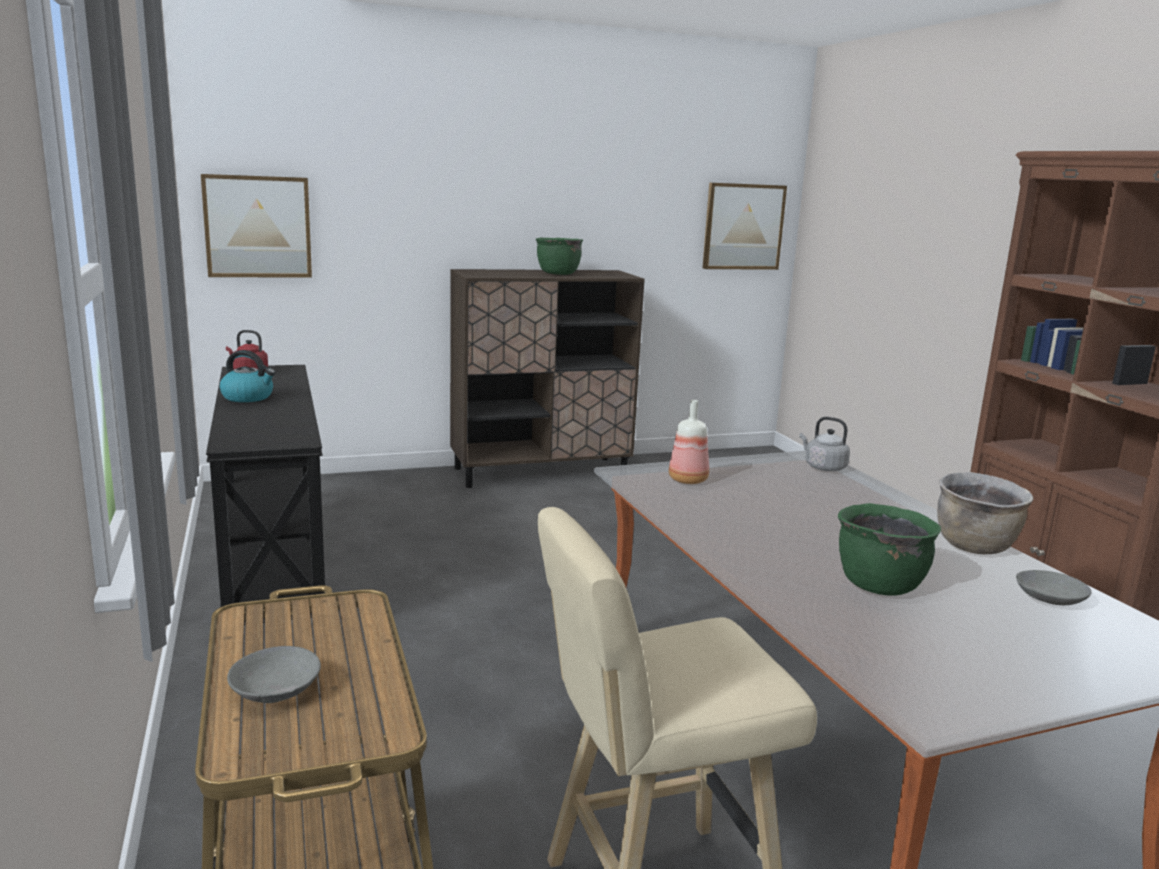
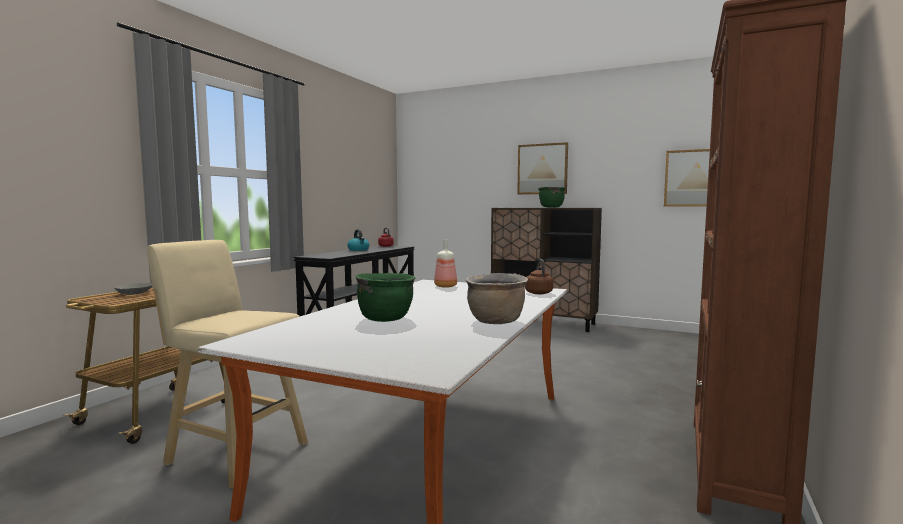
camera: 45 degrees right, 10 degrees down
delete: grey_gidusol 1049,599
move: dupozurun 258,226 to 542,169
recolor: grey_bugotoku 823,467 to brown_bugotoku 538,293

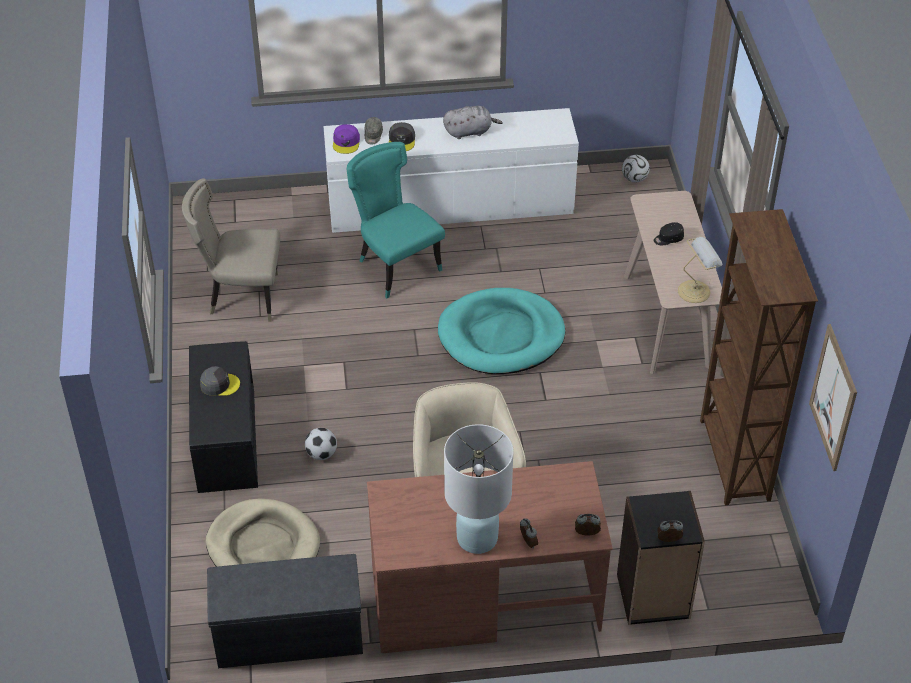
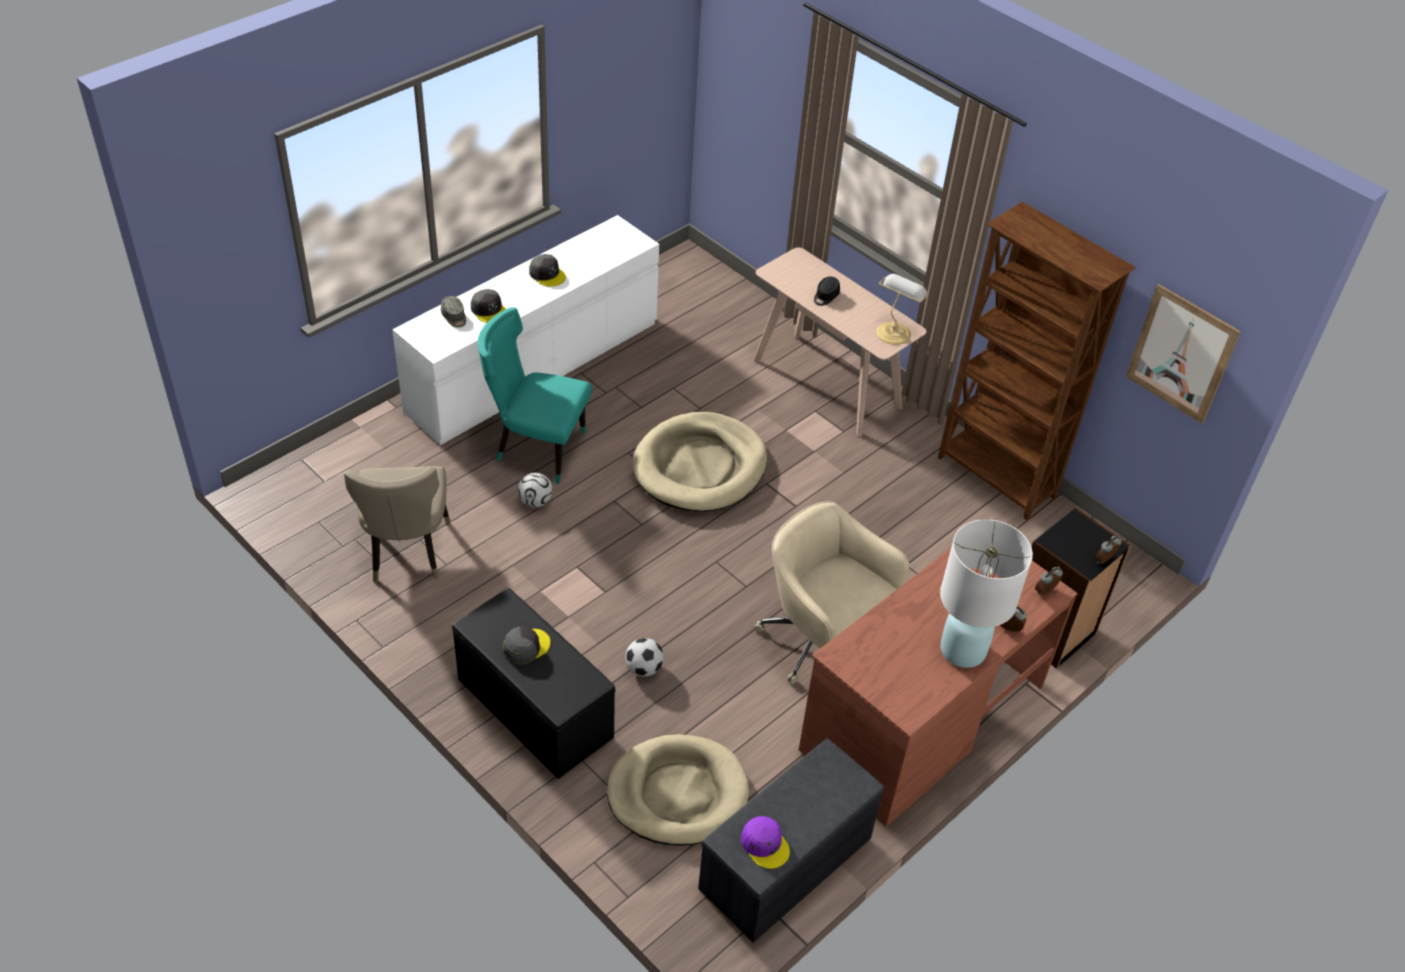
camera: 40 degrees left, 0 degrees up
move: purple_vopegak 346,142 to 765,844; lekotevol 634,179 to 536,501
replace: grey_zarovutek 469,131 to grey_vopegak 547,274
recolor: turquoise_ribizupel 501,335 to beige_ribizupel 700,467
rotate: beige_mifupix 241,296 = 406,554 60 degrees counterclockwise

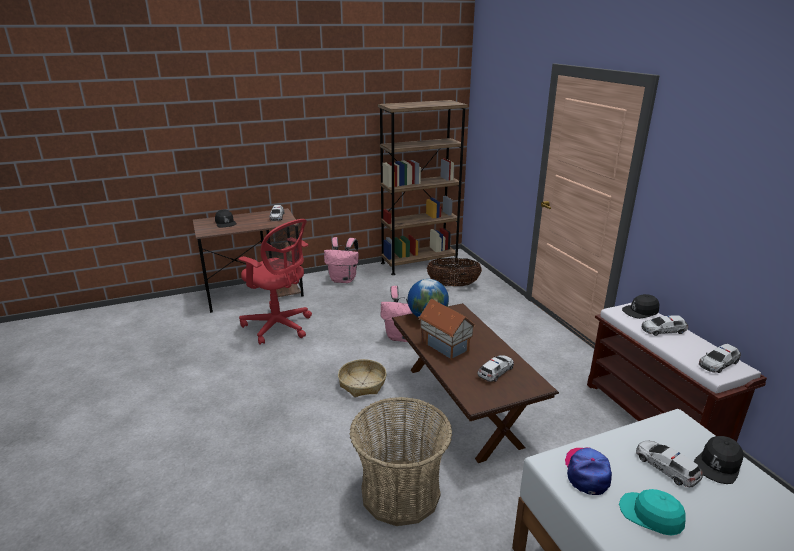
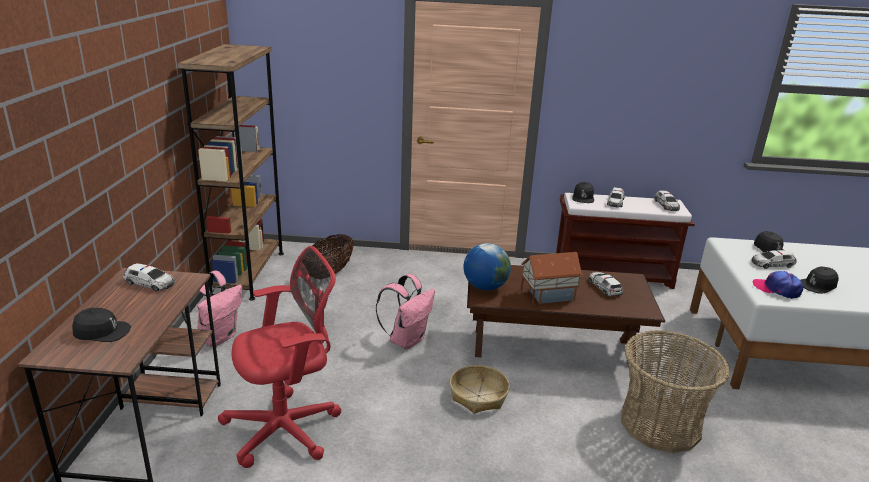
camera: 65 degrees left, 0 degrees up
recolor: turquoise_vopegak 651,515 to black_vopegak 817,285

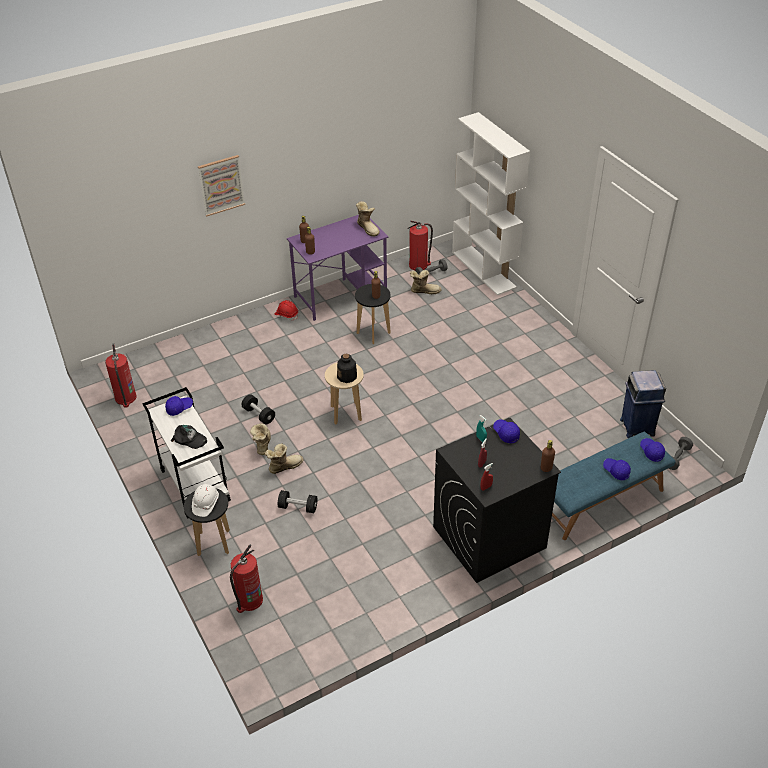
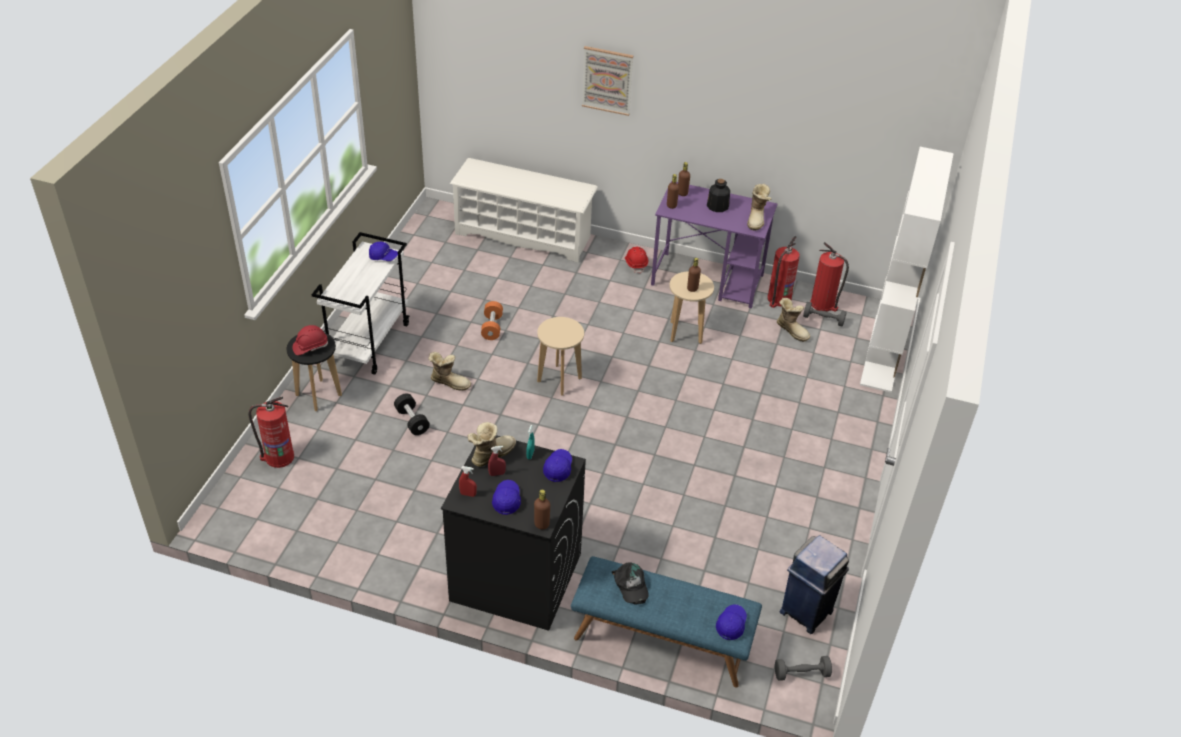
camera: 45 degrees right, 0 degrees up
insert: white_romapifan 524,235
move: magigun 125,398 to 778,299; black_vopegak 189,439 to 630,585; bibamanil 262,445 to 490,454; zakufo 347,376 to 717,206; blue_vopegak 616,471 to 506,500
recolor: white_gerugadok 205,504 to red_gerugadok 310,346; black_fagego 259,415 to orange_fagego 492,327; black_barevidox 373,333 to beige_barevidox 685,333

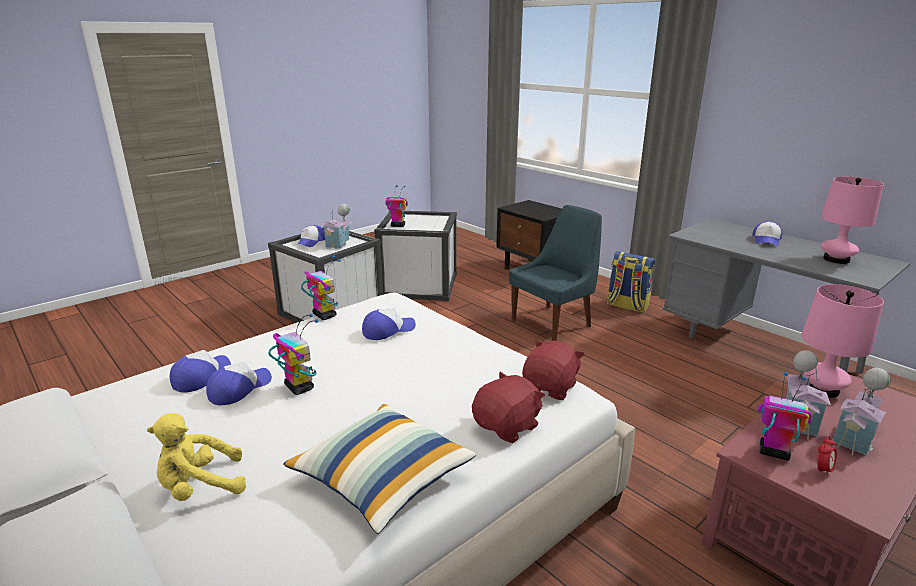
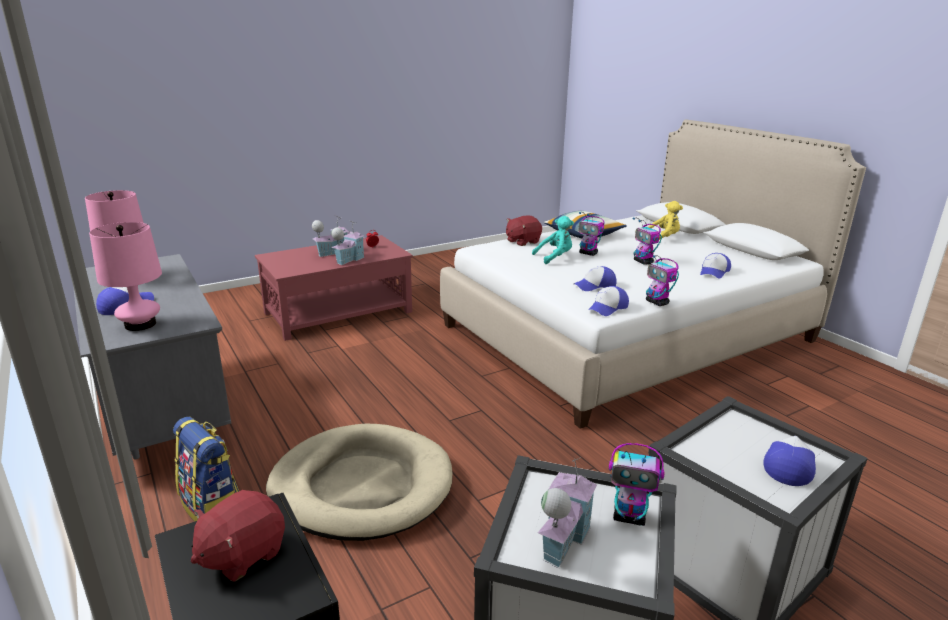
camera: 170 degrees left, 0 degrees up
insert: turquoise_zarovutek 555,257
move: vopegak 239,389 to 608,308; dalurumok 339,243 to 562,539; red_zarovutek 550,387 to 242,554; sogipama 773,452 to 588,253; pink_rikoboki 822,389 to 140,324
replace: blue_mifupix 553,322 to beige_ribizupel 362,486

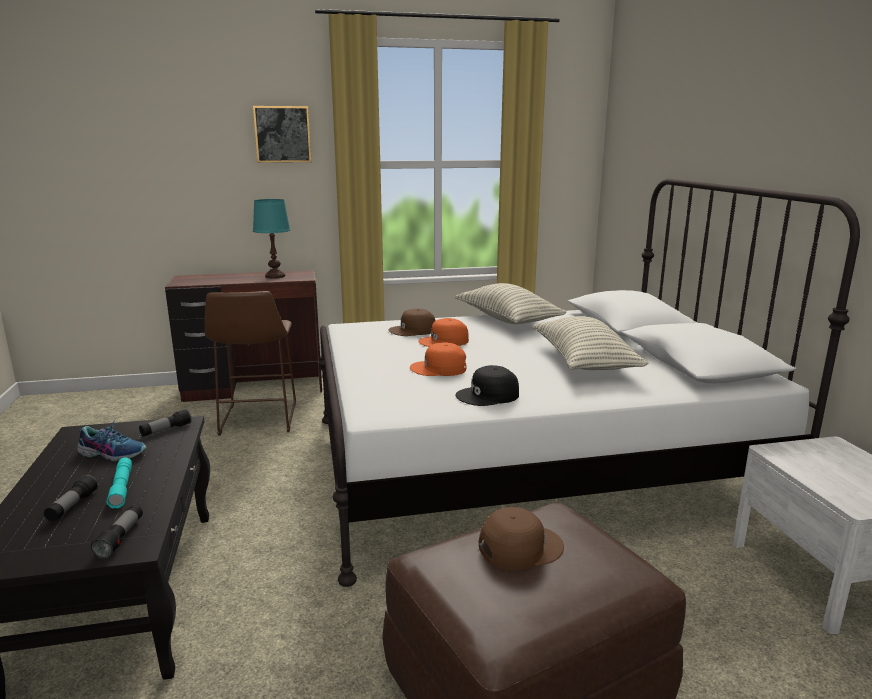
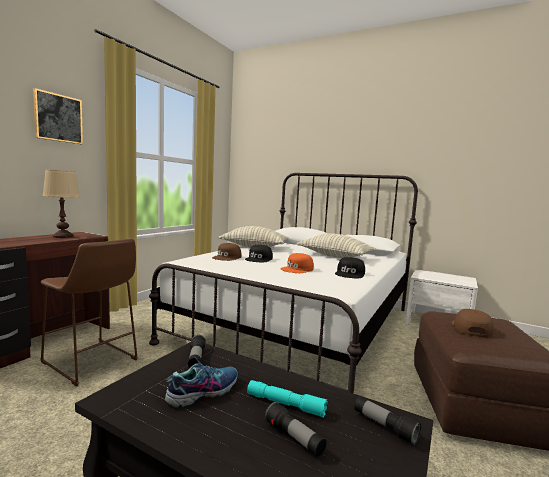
camera: 50 degrees left, 10 degrees down
recolor: turquoise_rikoboki 275,276 to beige_rikoboki 63,236; orange_vopegak 444,341 to black_vopegak 259,259

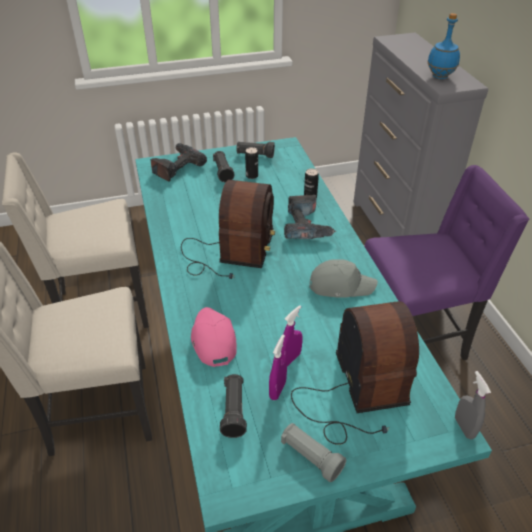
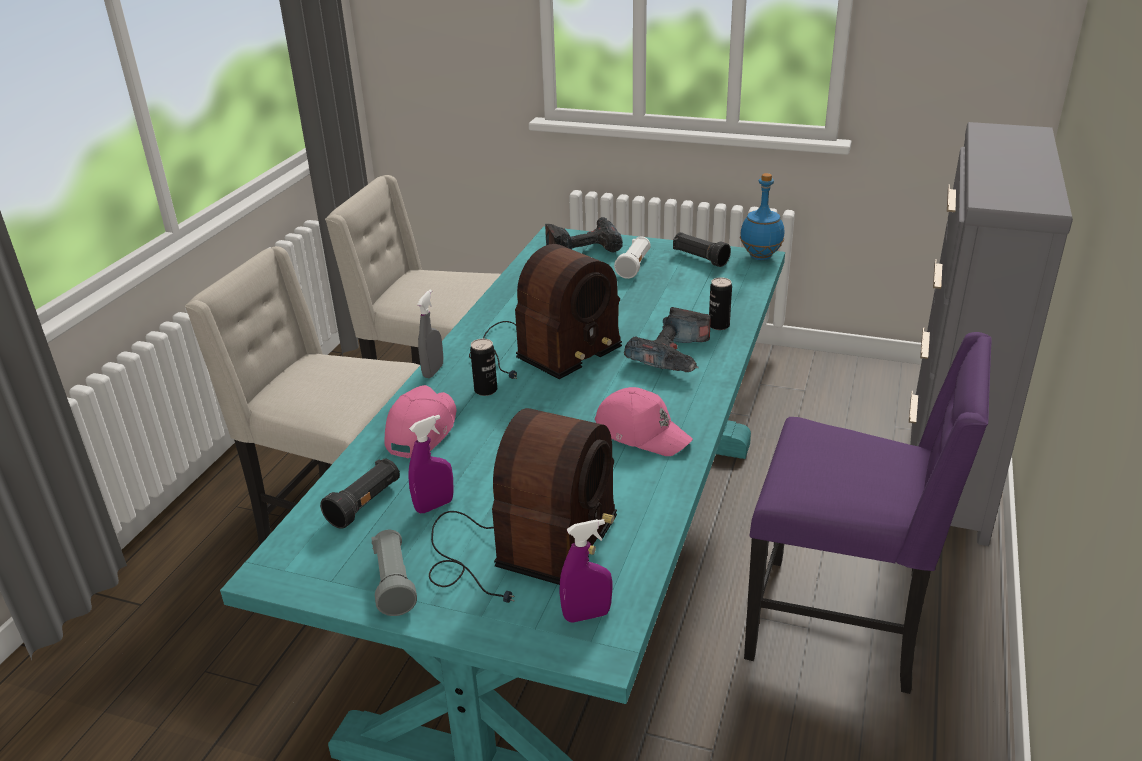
camera: 35 degrees right, 10 degrees down
move: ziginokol 252,176 to 485,390; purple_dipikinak 290,359 to 587,615; blue_zakufo 440,76 to 761,257; grey_dipikinak 464,427 to 433,371
recolor: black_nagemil 223,172 to white_nagemil 634,266; grey_vopegak 340,285 to pink_vopegak 642,432

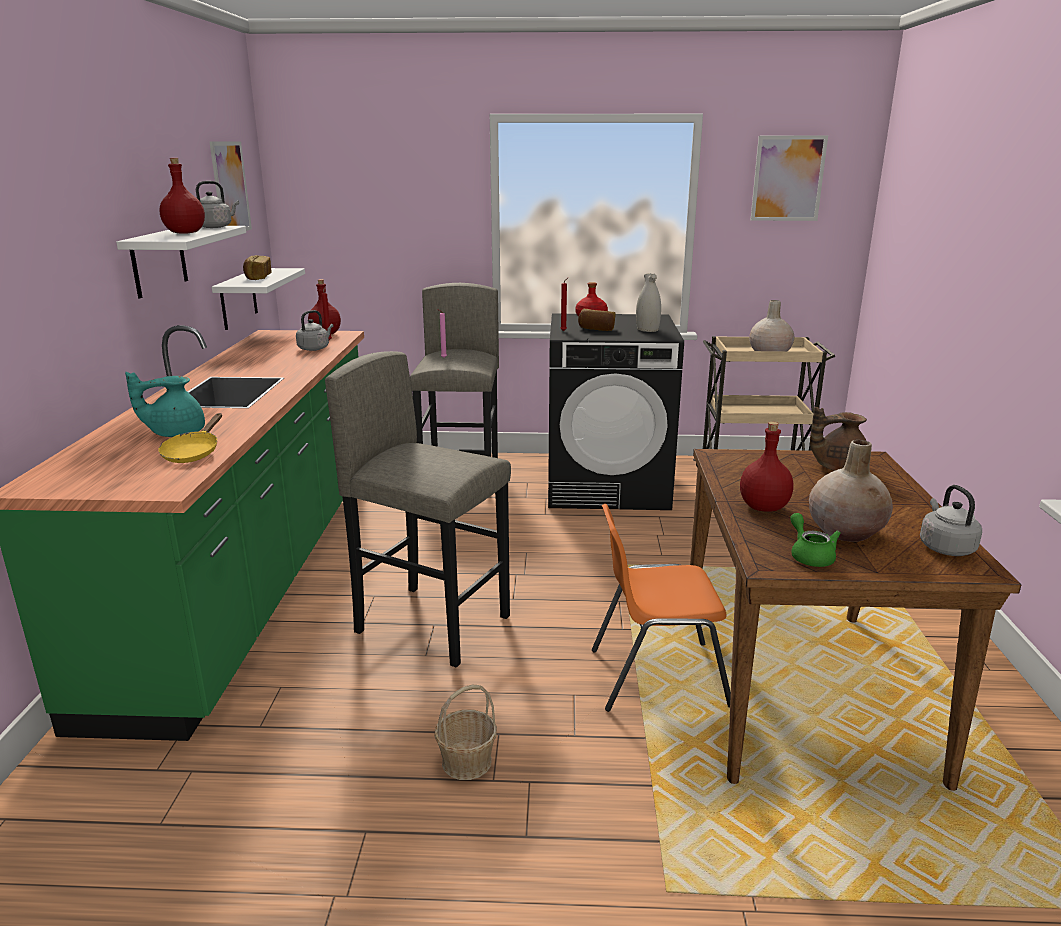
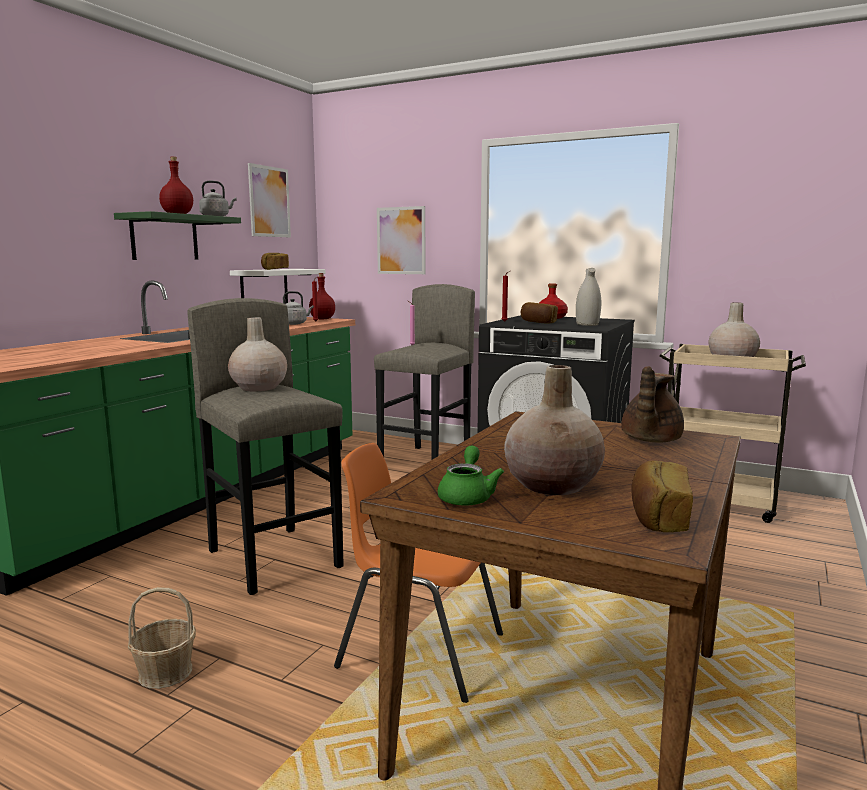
camera: 25 degrees right, 10 degrees down
delete: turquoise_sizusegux 175,433; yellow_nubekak 193,452; red_zakufo 762,507
insert: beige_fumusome 258,388
move: dupozurun 788,178 to 401,240
replace: grey_bugotoku 945,547 to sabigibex 658,517
recolor: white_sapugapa 159,261 to green_sapugapa 164,238
rotate: brown_sizusegux 837,467 = 649,440 75 degrees counterclockwise

